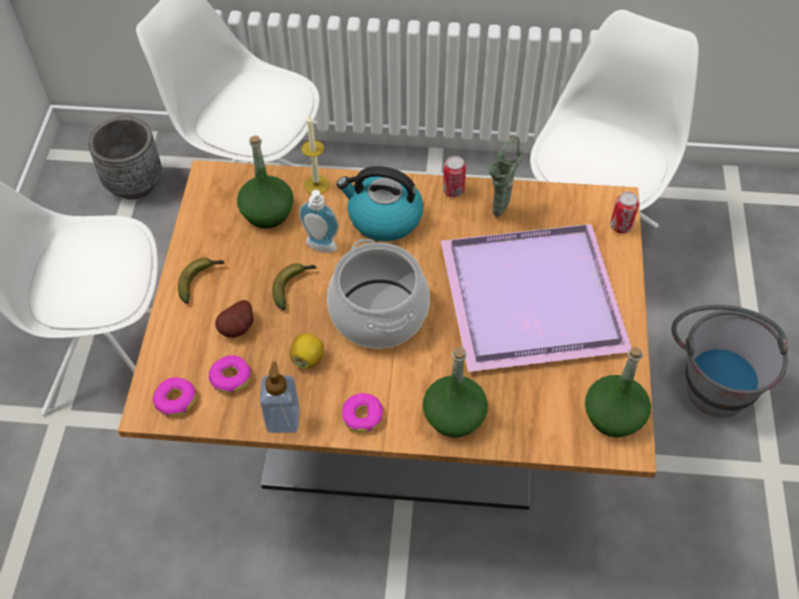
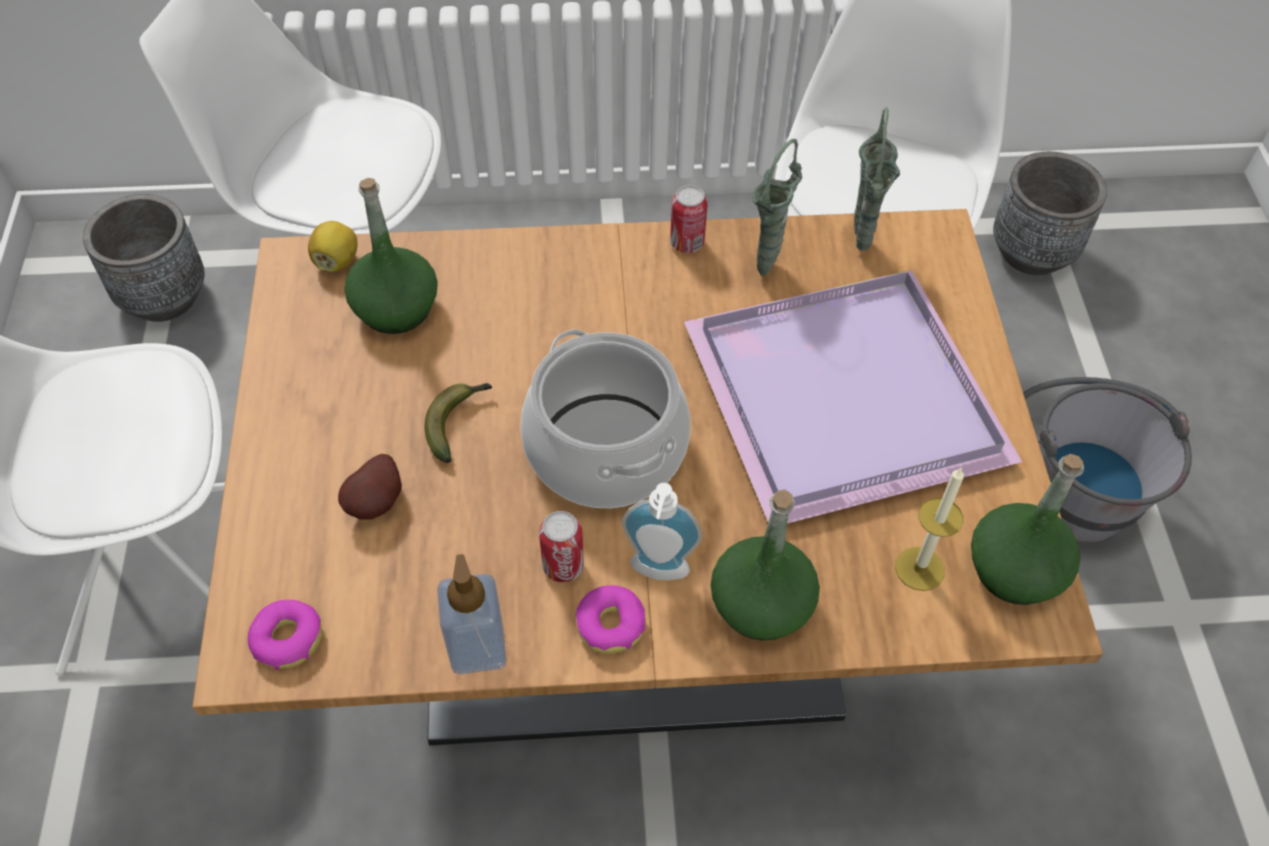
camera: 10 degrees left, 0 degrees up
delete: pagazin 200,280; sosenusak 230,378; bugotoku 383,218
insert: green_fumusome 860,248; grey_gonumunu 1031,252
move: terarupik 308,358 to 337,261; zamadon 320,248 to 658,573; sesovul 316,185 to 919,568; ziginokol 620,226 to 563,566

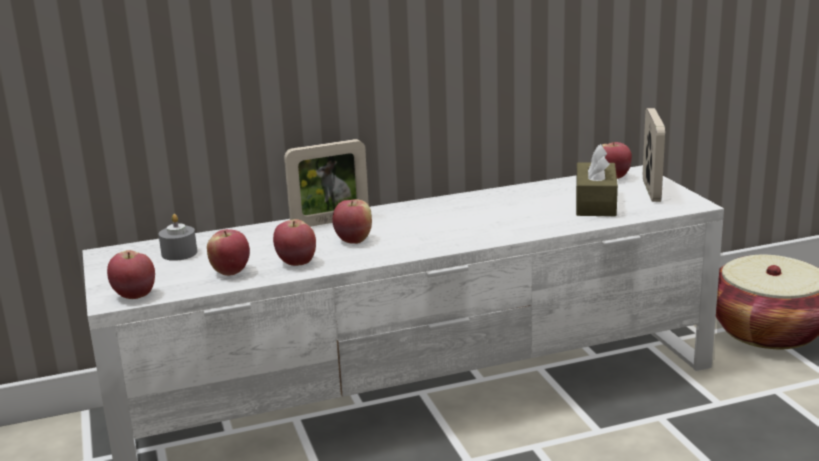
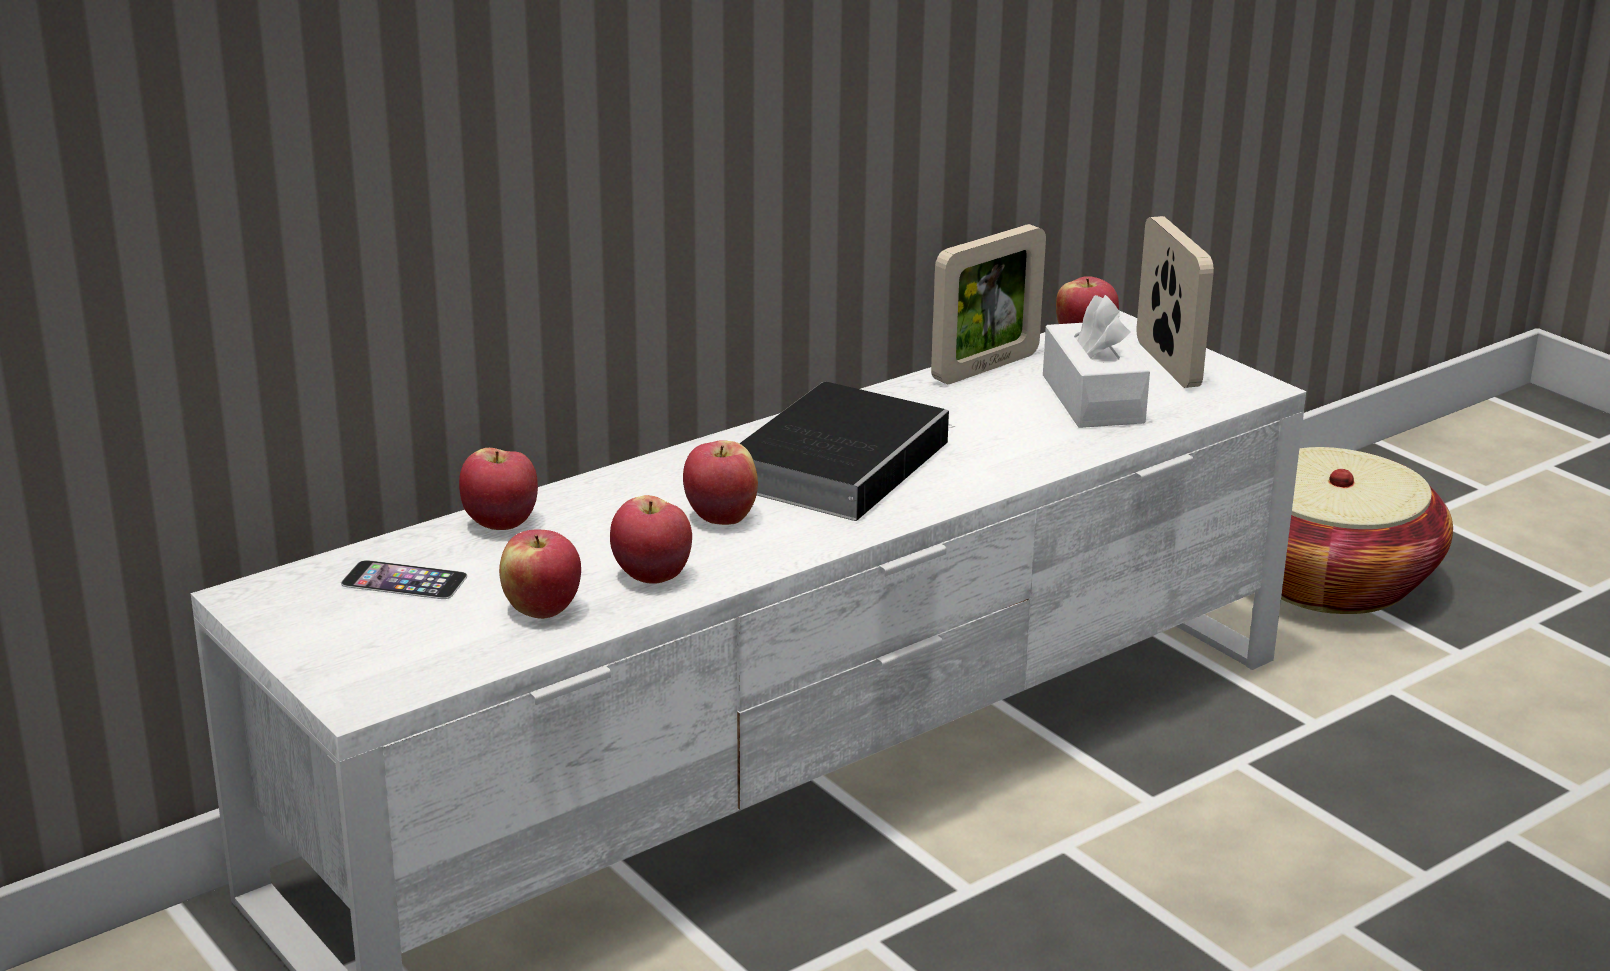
camera: 20 degrees left, 5 degrees up
insert: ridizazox 841,461
move: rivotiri 134,295 to 501,523; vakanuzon 330,221 to 985,367
replace: grey_sesovul 179,253 to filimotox 404,580
recolor: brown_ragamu 595,203 to white_ragamu 1092,399

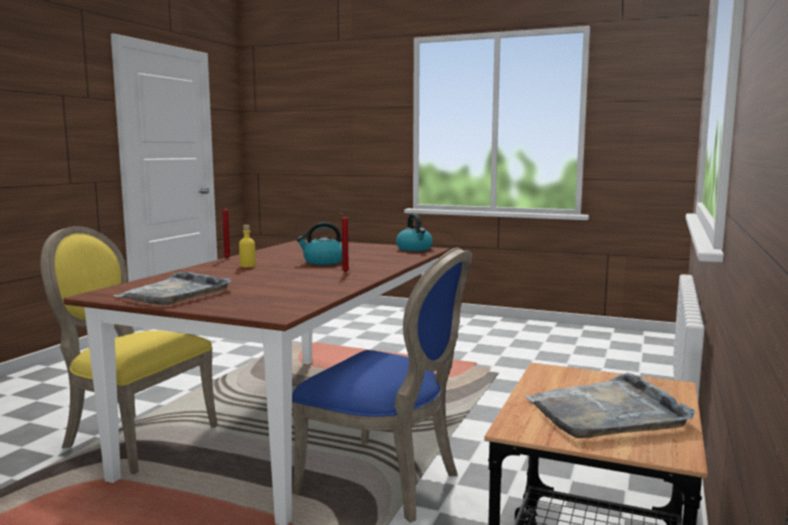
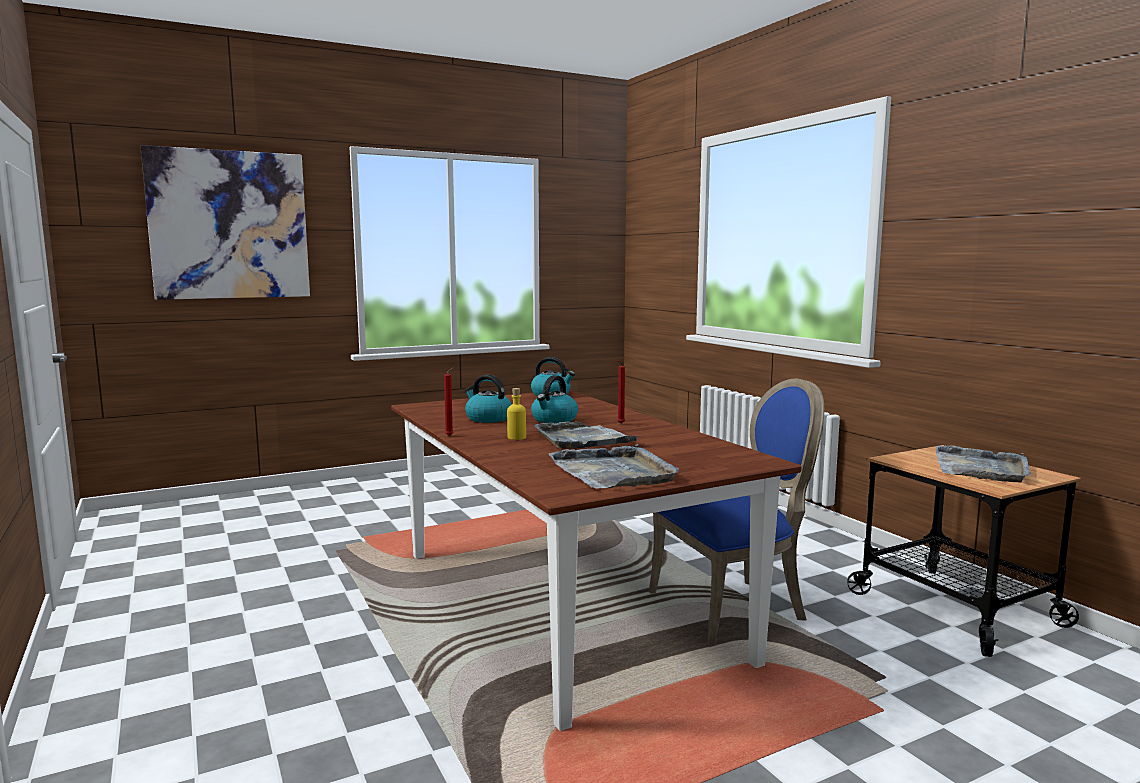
camera: 50 degrees left, 0 degrees up
delete: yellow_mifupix 133,438
insert: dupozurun 229,225; bugotoku 488,419; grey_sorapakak 583,439

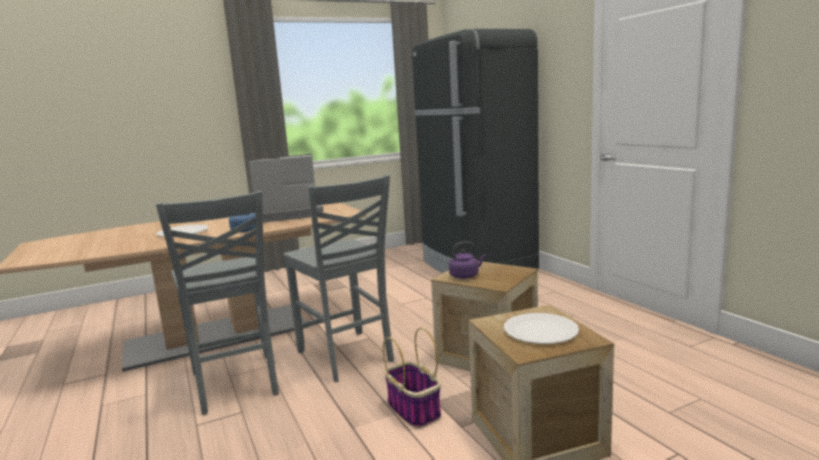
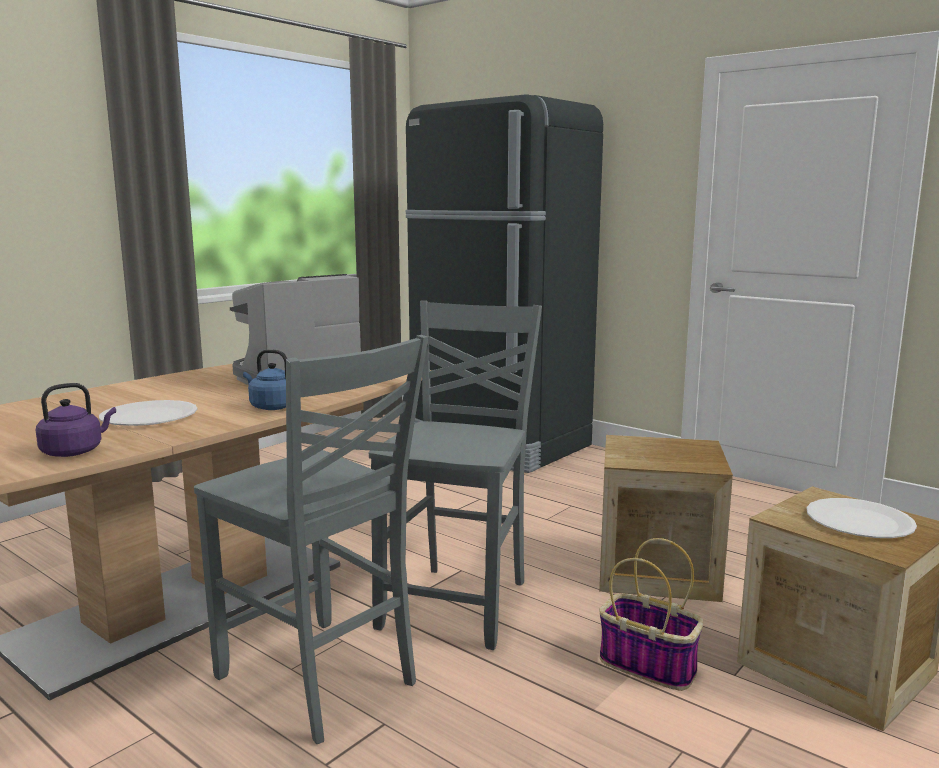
camera: 25 degrees left, 0 degrees up
move: purple_bugotoku 465,276 to 75,451
rotate: grey_mifupix 346,357 = 459,604 105 degrees counterclockwise

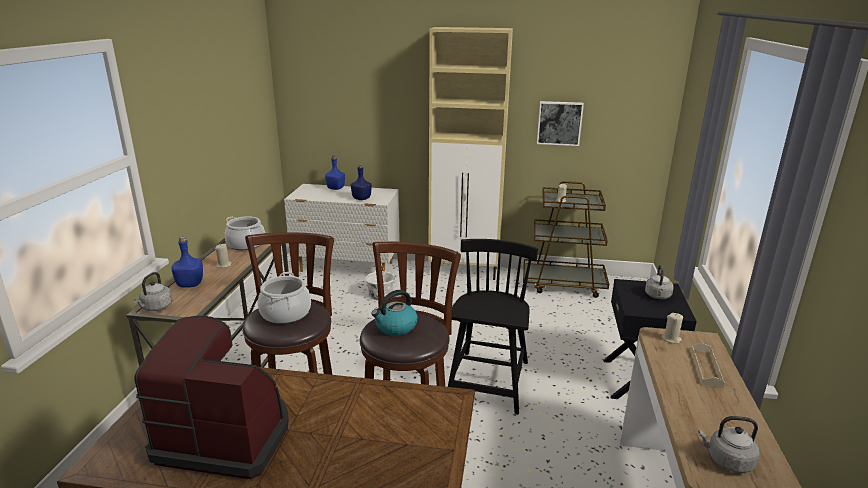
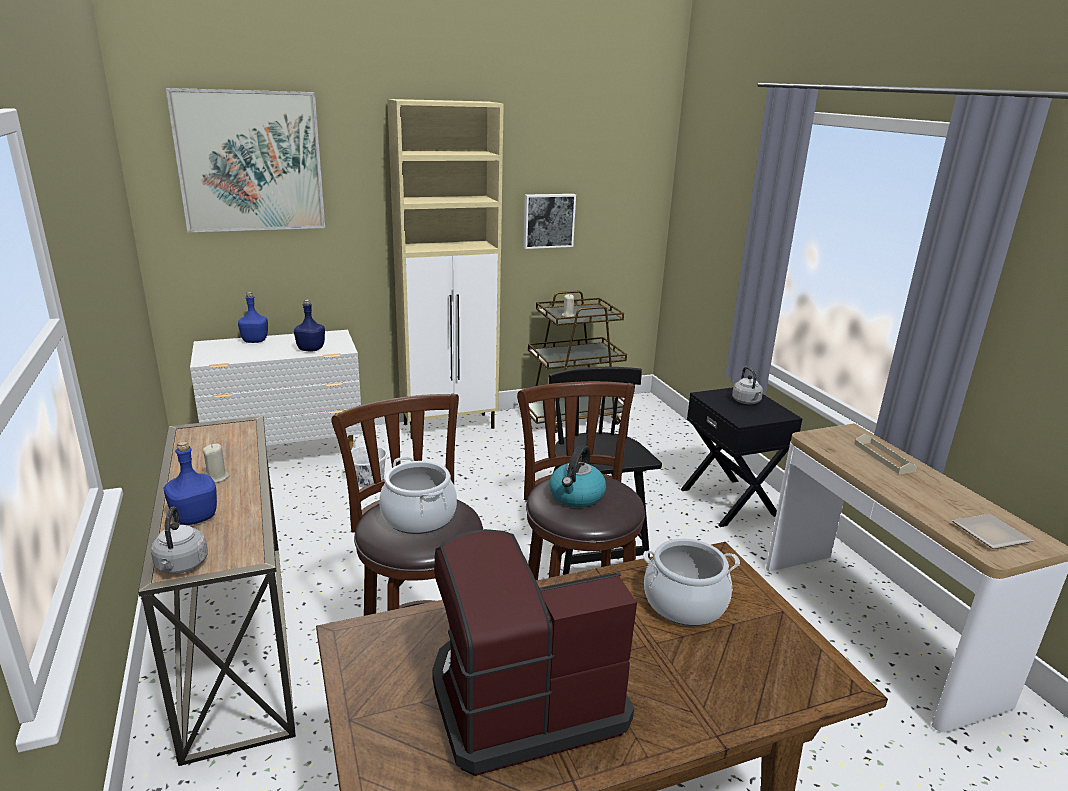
camera: 30 degrees left, 0 degrees up
delete: beige_sesovul 671,339
insert: dupozurun 250,162
move: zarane 246,244 to 684,603
replace: grey_bugotoku 727,461 to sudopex 990,535

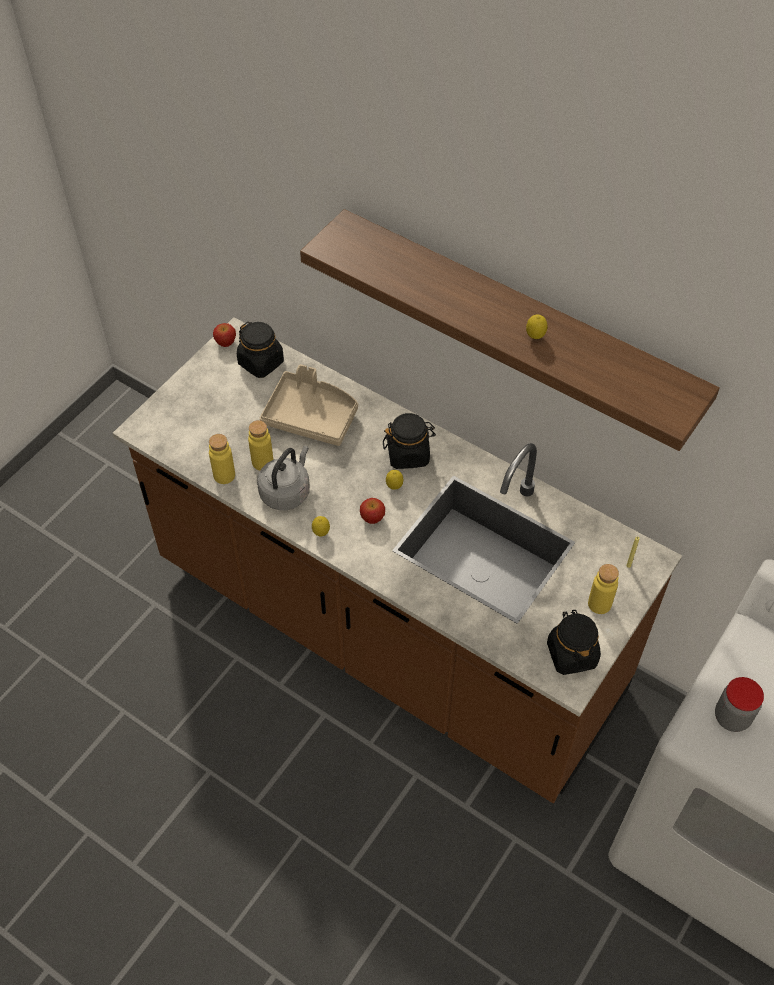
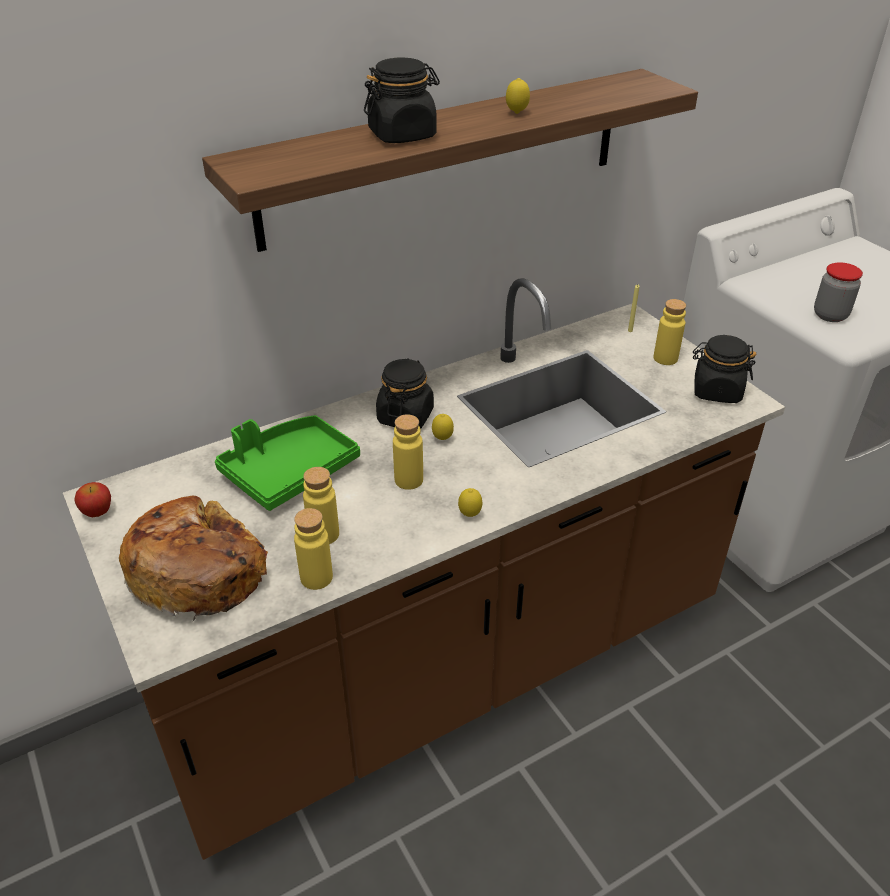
camera: 65 degrees left, 15 degrees down
delete: grey_bugotoku 286,491; rivotiri 372,518
insert: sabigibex 200,570; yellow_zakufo 408,480
move: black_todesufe 261,363 to 402,135
recolor: beige_sorapakak 311,416 to green_sorapakak 289,472

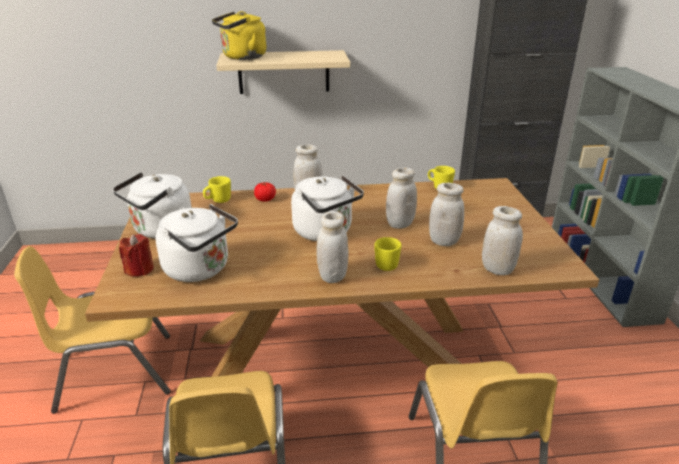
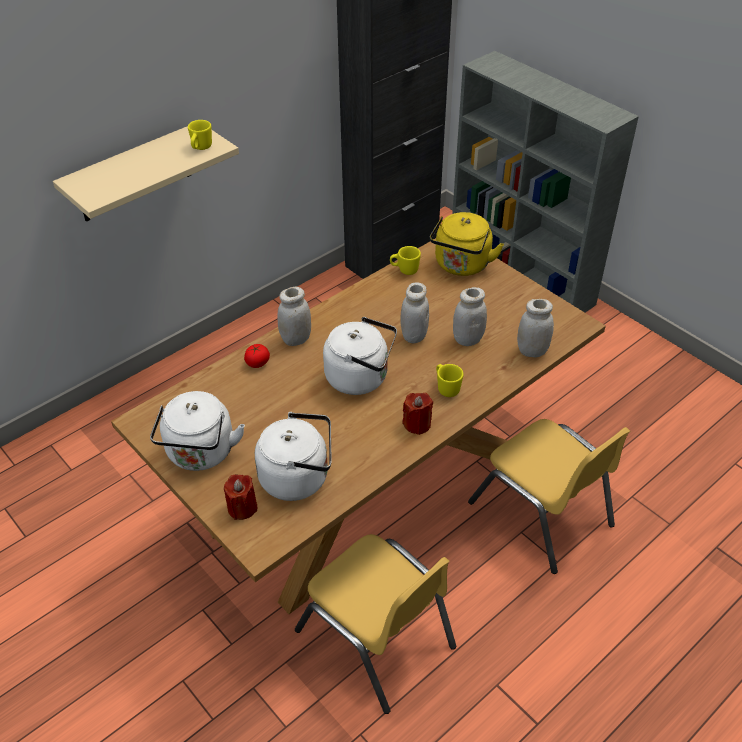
camera: 35 degrees left, 15 degrees up
delete: yellow_mifupix 114,372
move: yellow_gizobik 218,201 to 200,148; yellow_bugotoku 242,57 to 461,266
replace: white_todesufe 332,276 to red_sesovul 417,424

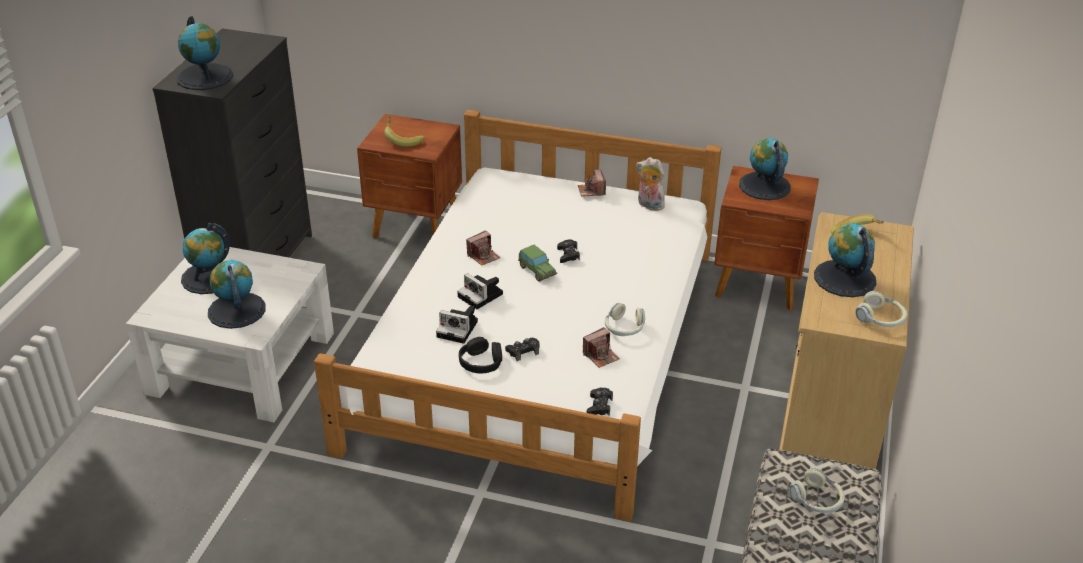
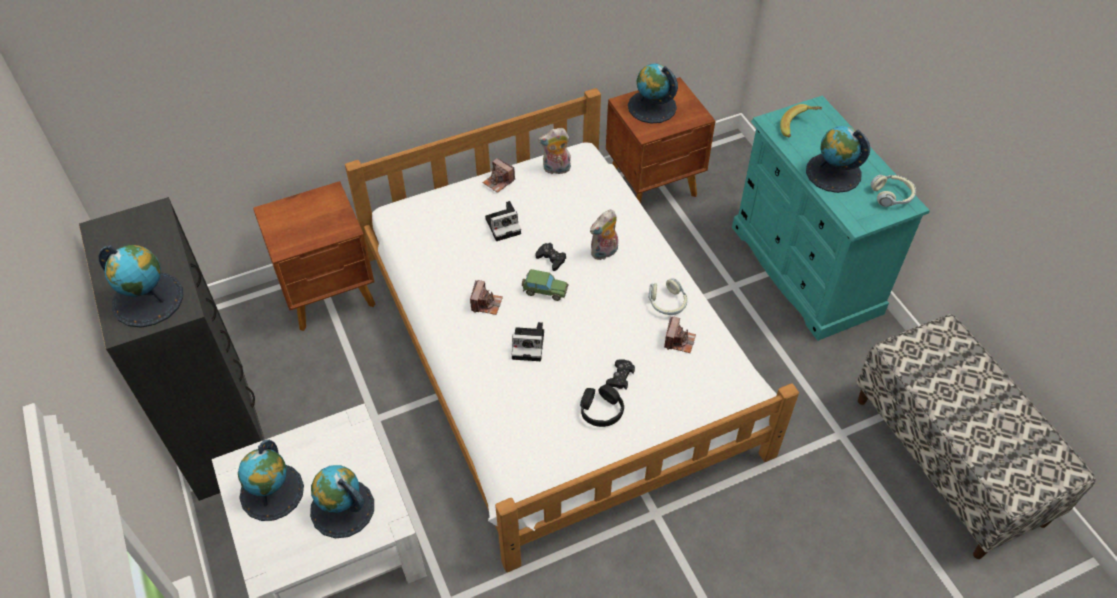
camera: 40 degrees left, 15 degrees up
delete: pagazin 403,139; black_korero 599,406; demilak 817,500
insert: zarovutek 604,253
move: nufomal 459,329 to 504,225
recolor: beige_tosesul 831,412 to turquoise_tosesul 805,269

